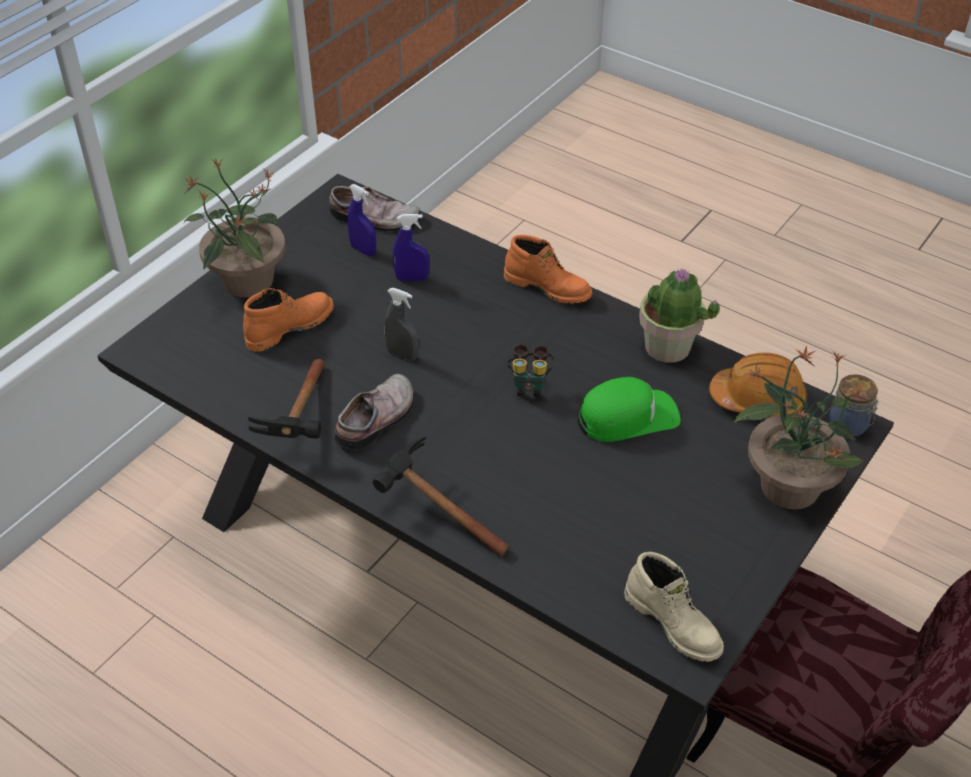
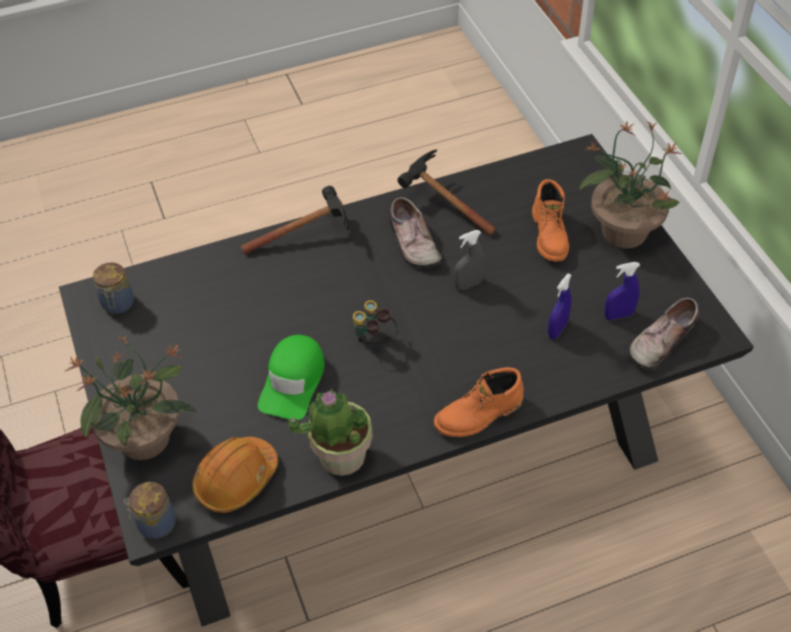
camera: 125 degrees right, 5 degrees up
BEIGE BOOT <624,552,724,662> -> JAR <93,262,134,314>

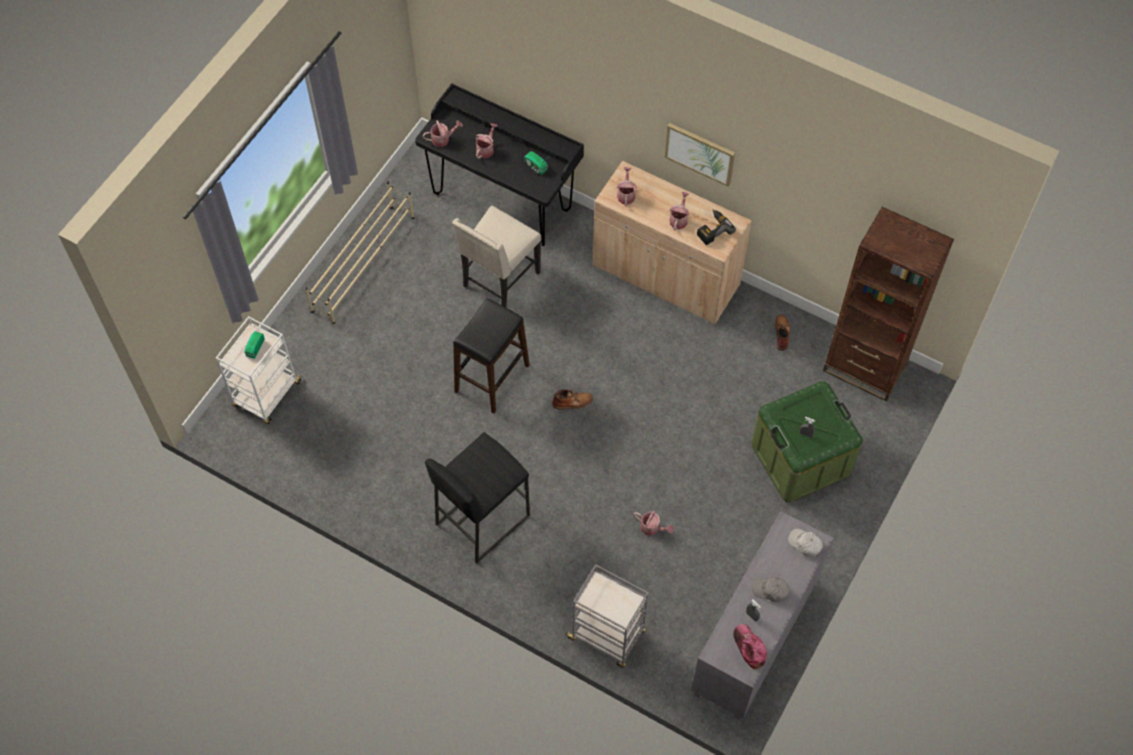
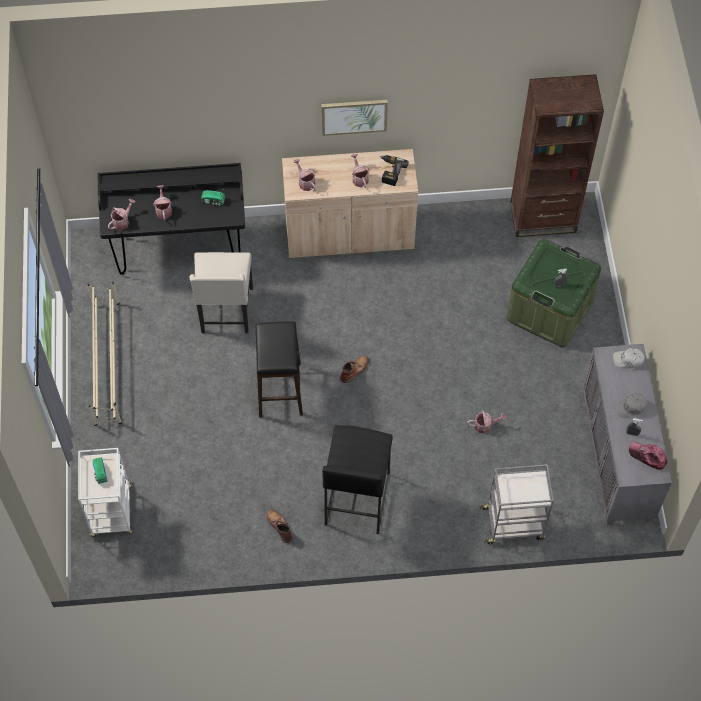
camera: 35 degrees left, 0 degrees up
BROWN BOOT <775,315,790,351> -> BROWN BOOT <266,509,292,543>, move

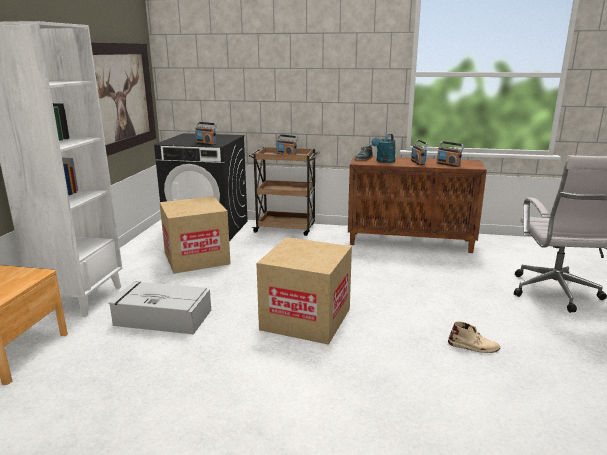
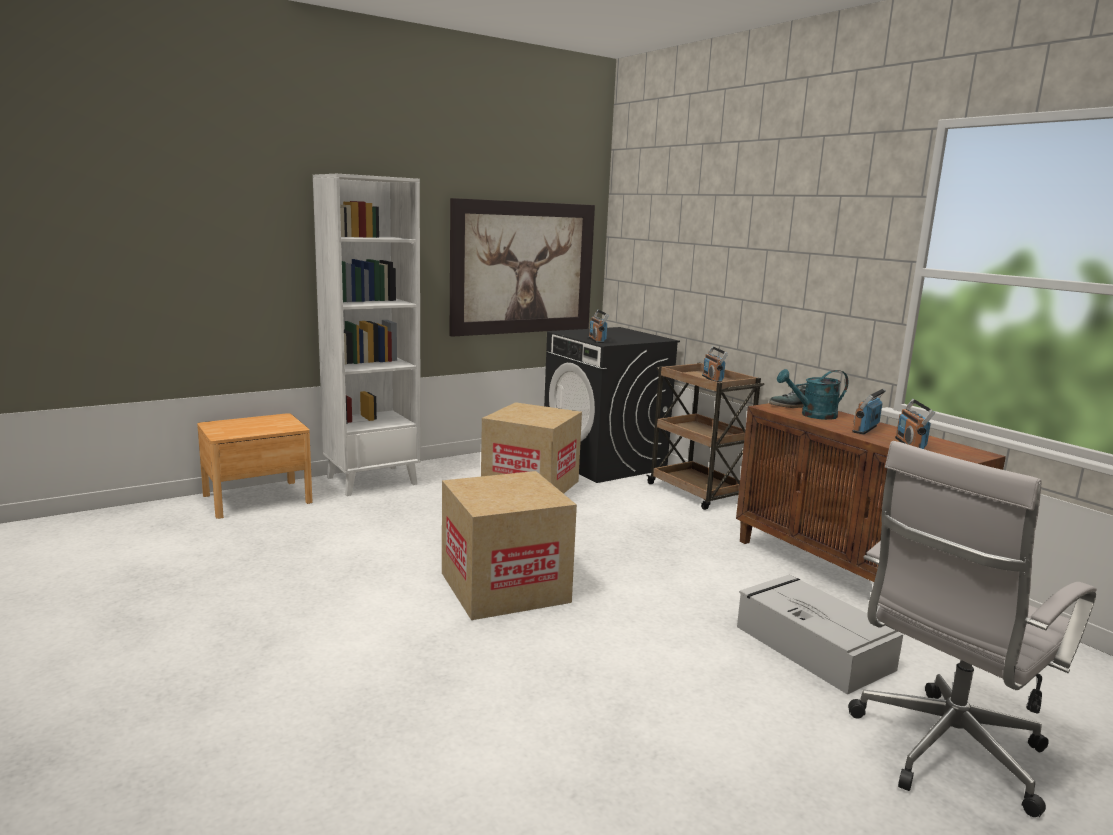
camera: 45 degrees right, 5 degrees down
GREY STORAGE BOX <109,281,211,334> -> GREY STORAGE BOX <737,575,903,695>, move
BEIGE BOOT <448,321,500,353> -> none

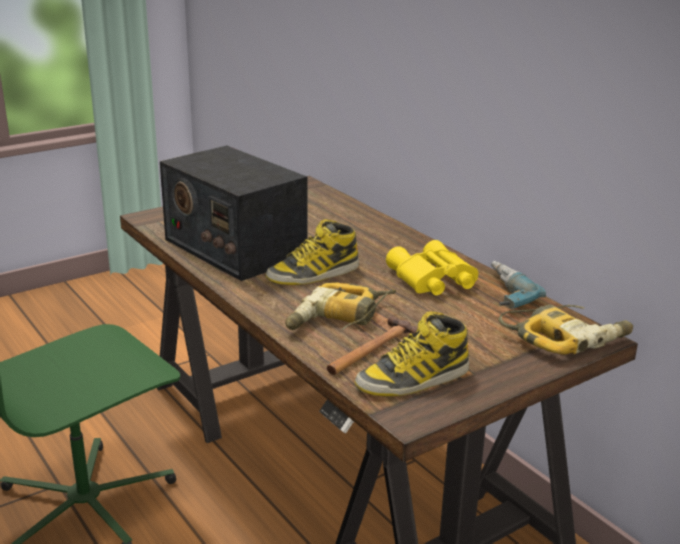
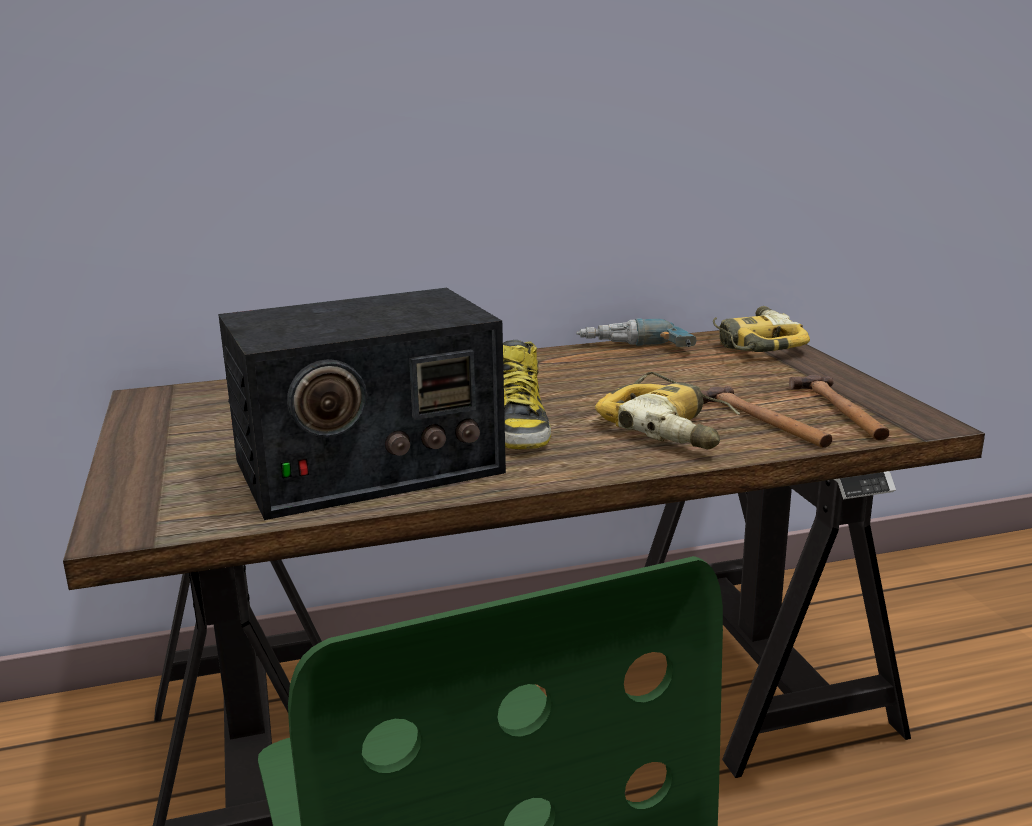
camera: 70 degrees left, 5 degrees down
BOOT <355,311,469,396> -> HAMMER <789,375,889,440>
YELLOW BINOCULARS <386,240,478,295> -> none

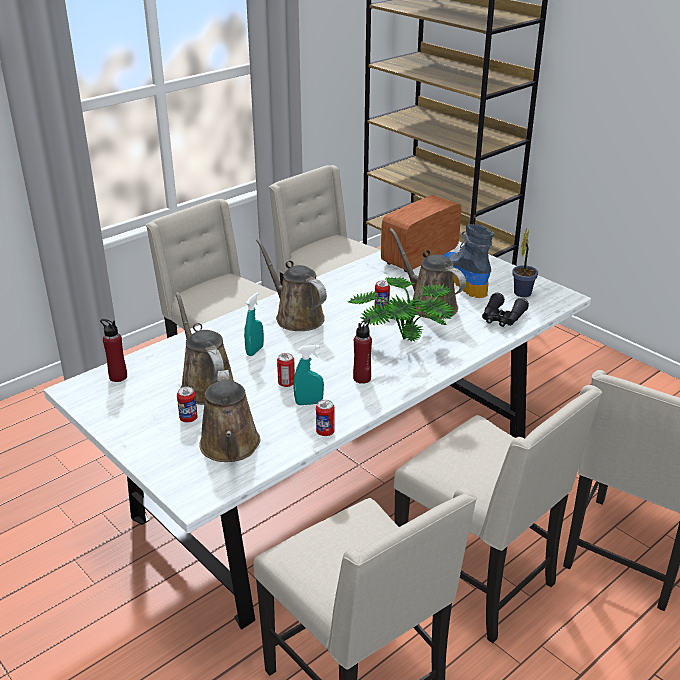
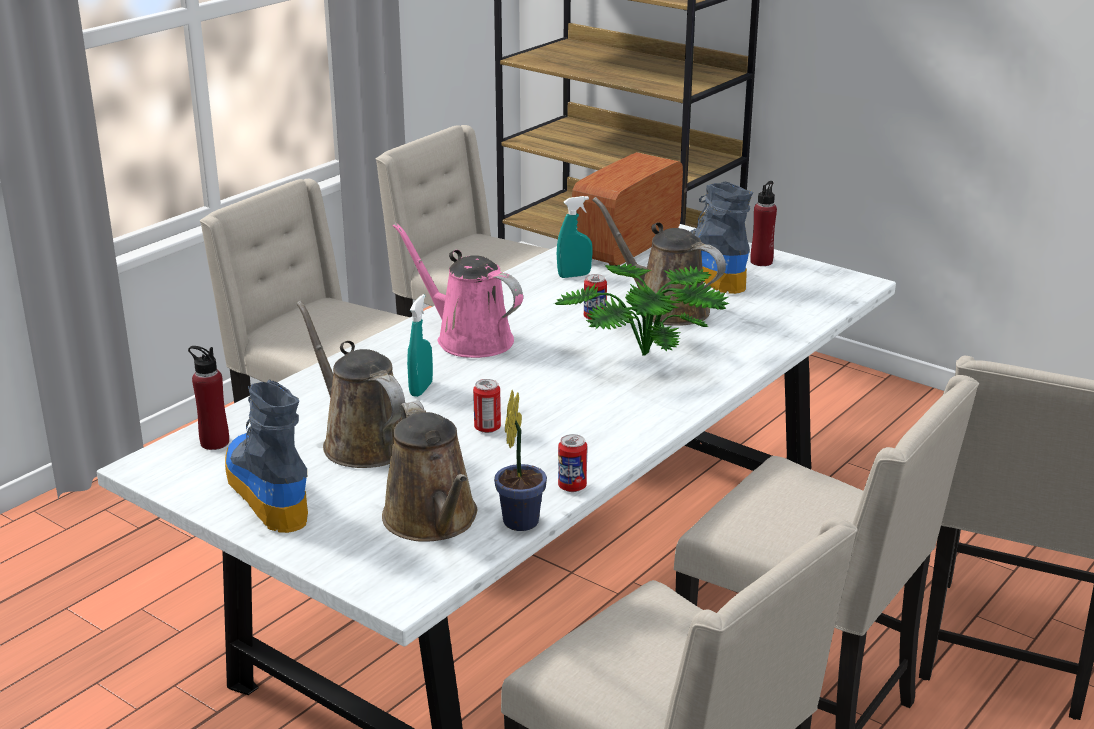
camera: 10 degrees left, 5 degrees down
none -> BOOT <225,379,308,533>
BROWN WATERING CAN <256,238,327,331> -> PINK WATERING CAN <393,223,523,358>
POTTED PLANT <512,228,538,297> -> POTTED PLANT <494,390,547,531>, move
TURQUOISE SPRAY BOTTLE <293,345,324,405> -> TURQUOISE SPRAY BOTTLE <557,196,592,278>, move
RED BOTTLE <353,319,372,384> -> RED BOTTLE <750,181,777,266>, move
CAN <177,387,198,423> -> none
BLACK BINOCULARS <482,293,529,327> -> none

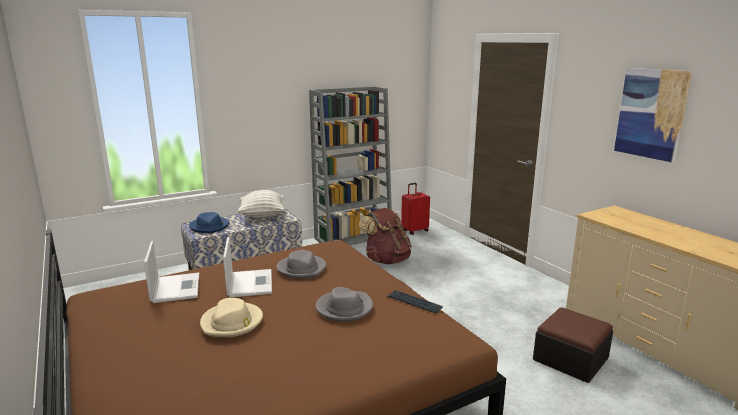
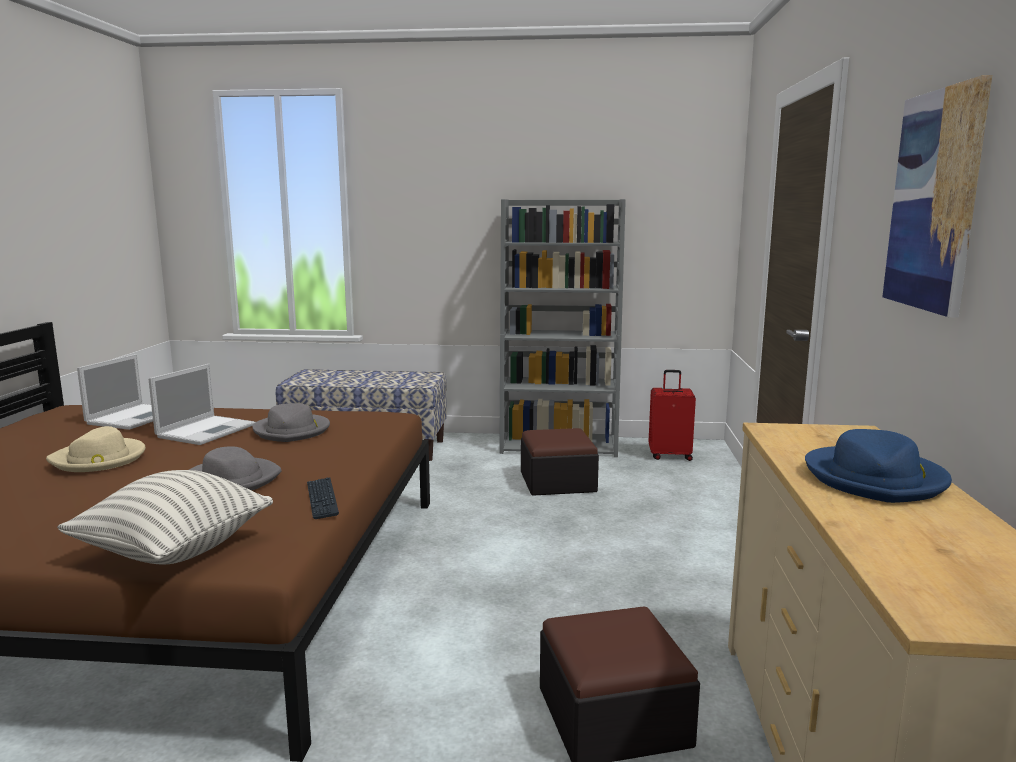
camera: 35 degrees right, 5 degrees down
PILLOW <238,190,284,218> -> PILLOW <57,470,273,565>, move
BROWN BACKPACK <359,208,412,264> -> OTTOMAN <521,428,599,496>
BLUE HAT <189,212,229,233> -> BLUE HAT <805,429,952,503>, move

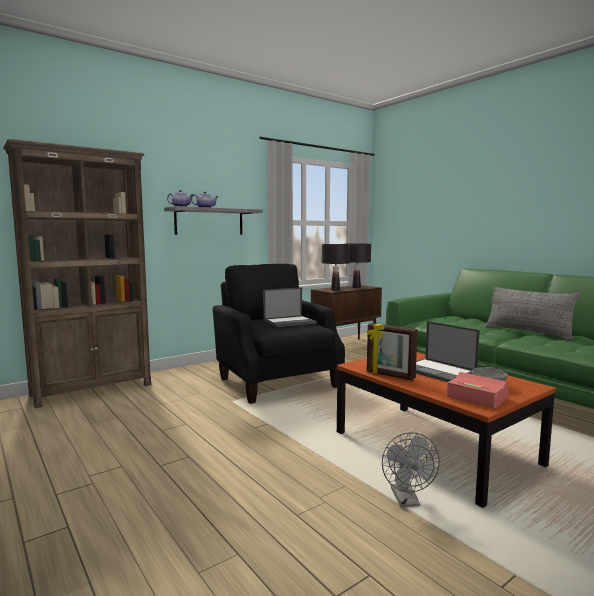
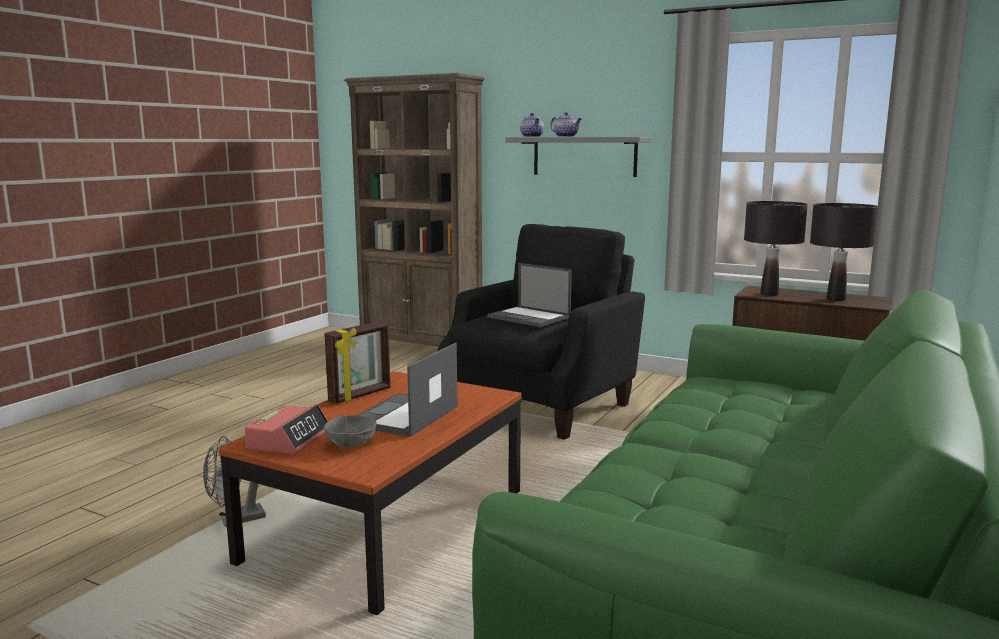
camera: 65 degrees right, 5 degrees up
PICTURE FRAME <367,323,417,380> -> PICTURE FRAME <324,321,391,404>, 150 degrees counterclockwise
GREY PILLOW <485,286,580,340> -> none

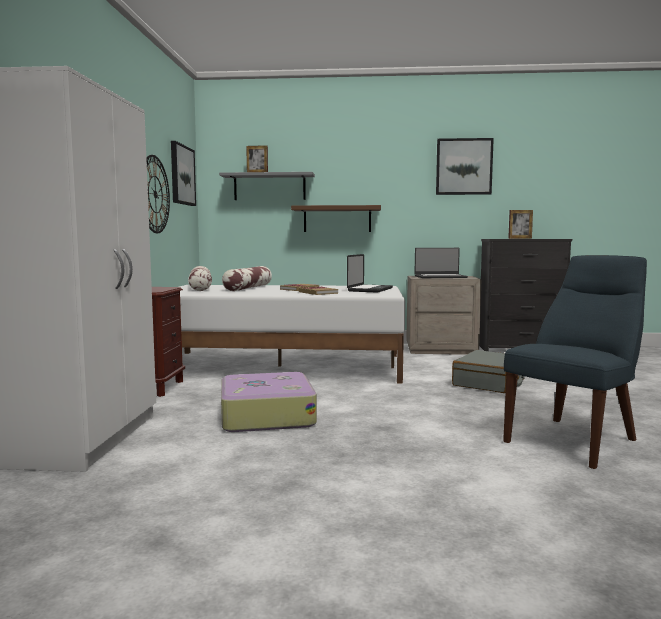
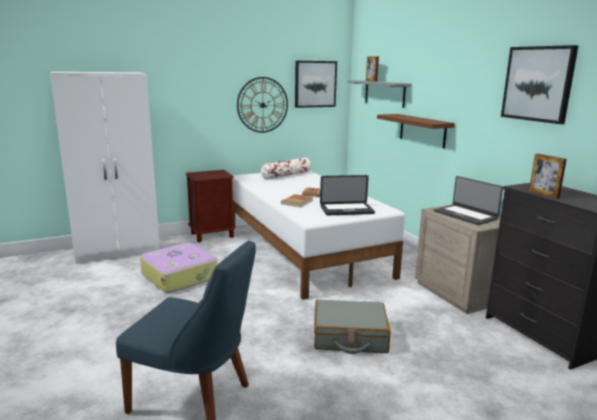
camera: 60 degrees right, 10 degrees up
PILLOW <222,266,272,291> -> none

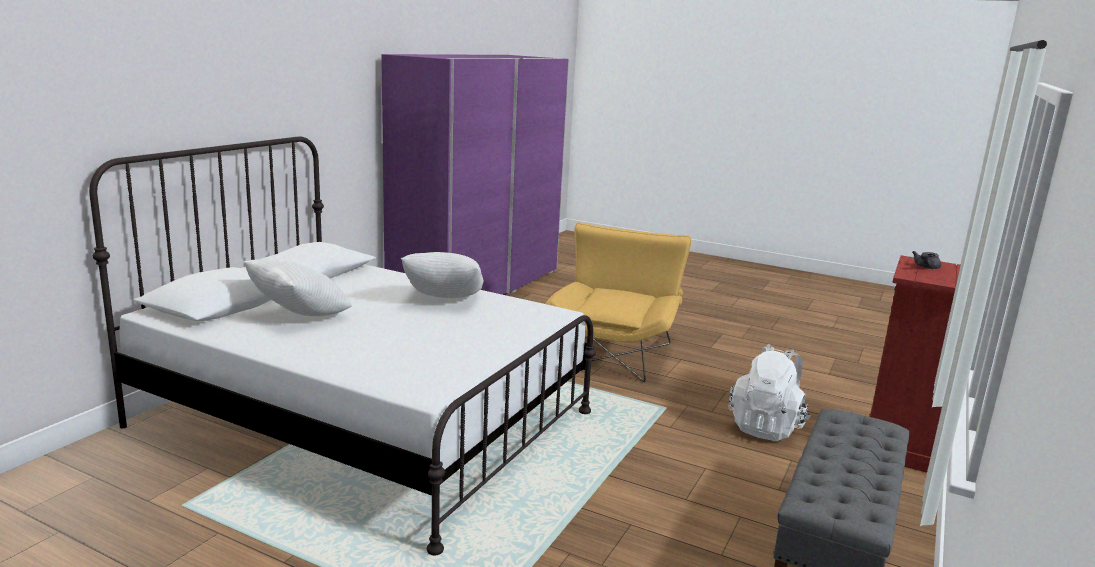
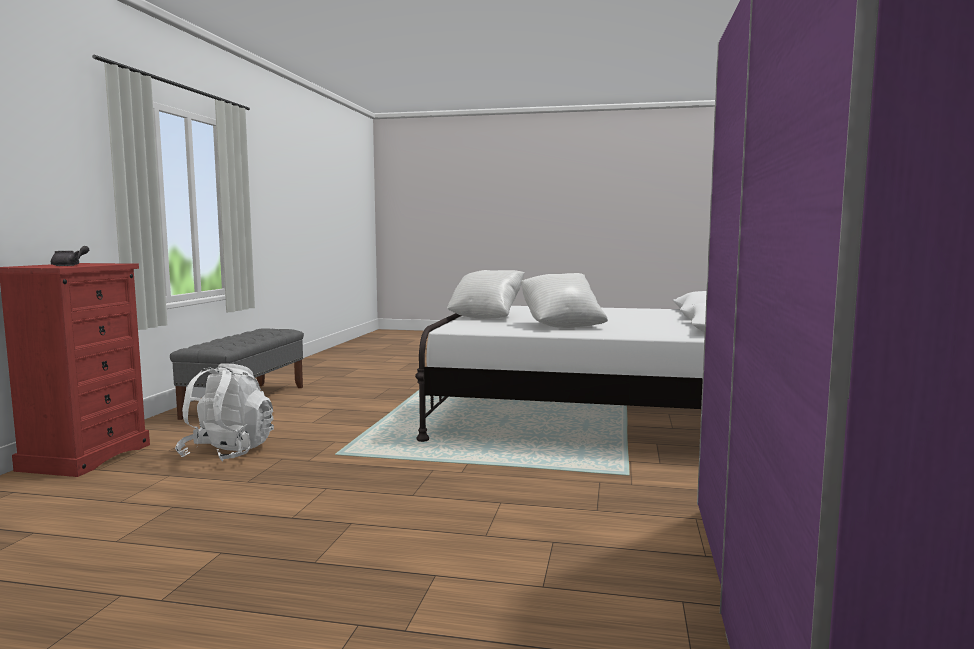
camera: 165 degrees right, 10 degrees down
WHITE PILLOW <244,259,352,316> -> WHITE PILLOW <447,270,525,319>, move
YELLOW ARMCHAIR <545,222,691,382> -> none

